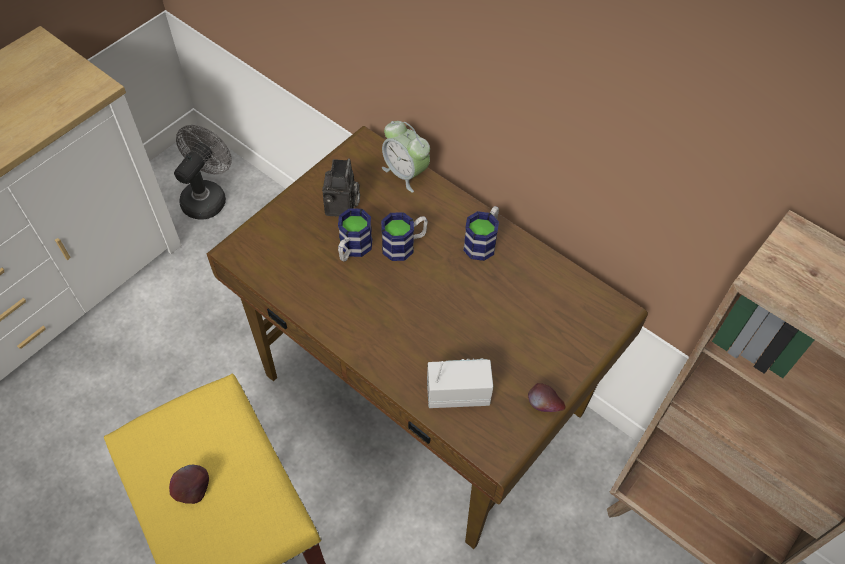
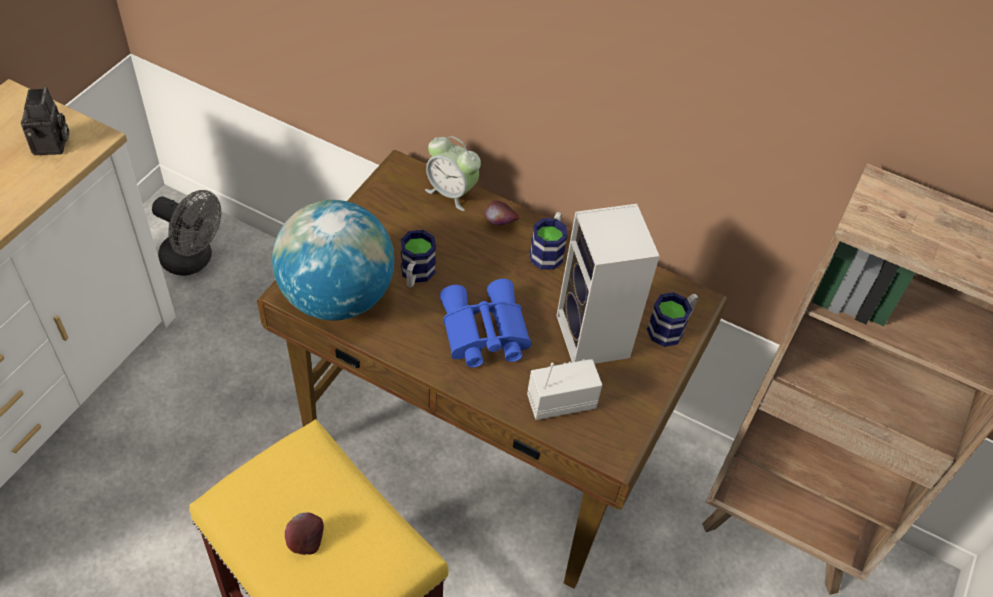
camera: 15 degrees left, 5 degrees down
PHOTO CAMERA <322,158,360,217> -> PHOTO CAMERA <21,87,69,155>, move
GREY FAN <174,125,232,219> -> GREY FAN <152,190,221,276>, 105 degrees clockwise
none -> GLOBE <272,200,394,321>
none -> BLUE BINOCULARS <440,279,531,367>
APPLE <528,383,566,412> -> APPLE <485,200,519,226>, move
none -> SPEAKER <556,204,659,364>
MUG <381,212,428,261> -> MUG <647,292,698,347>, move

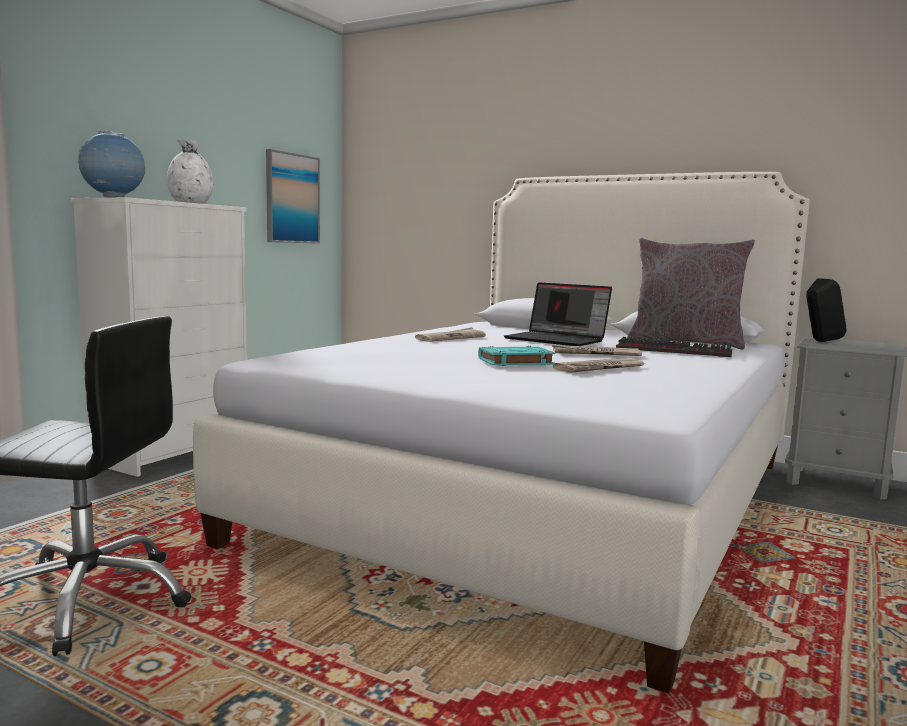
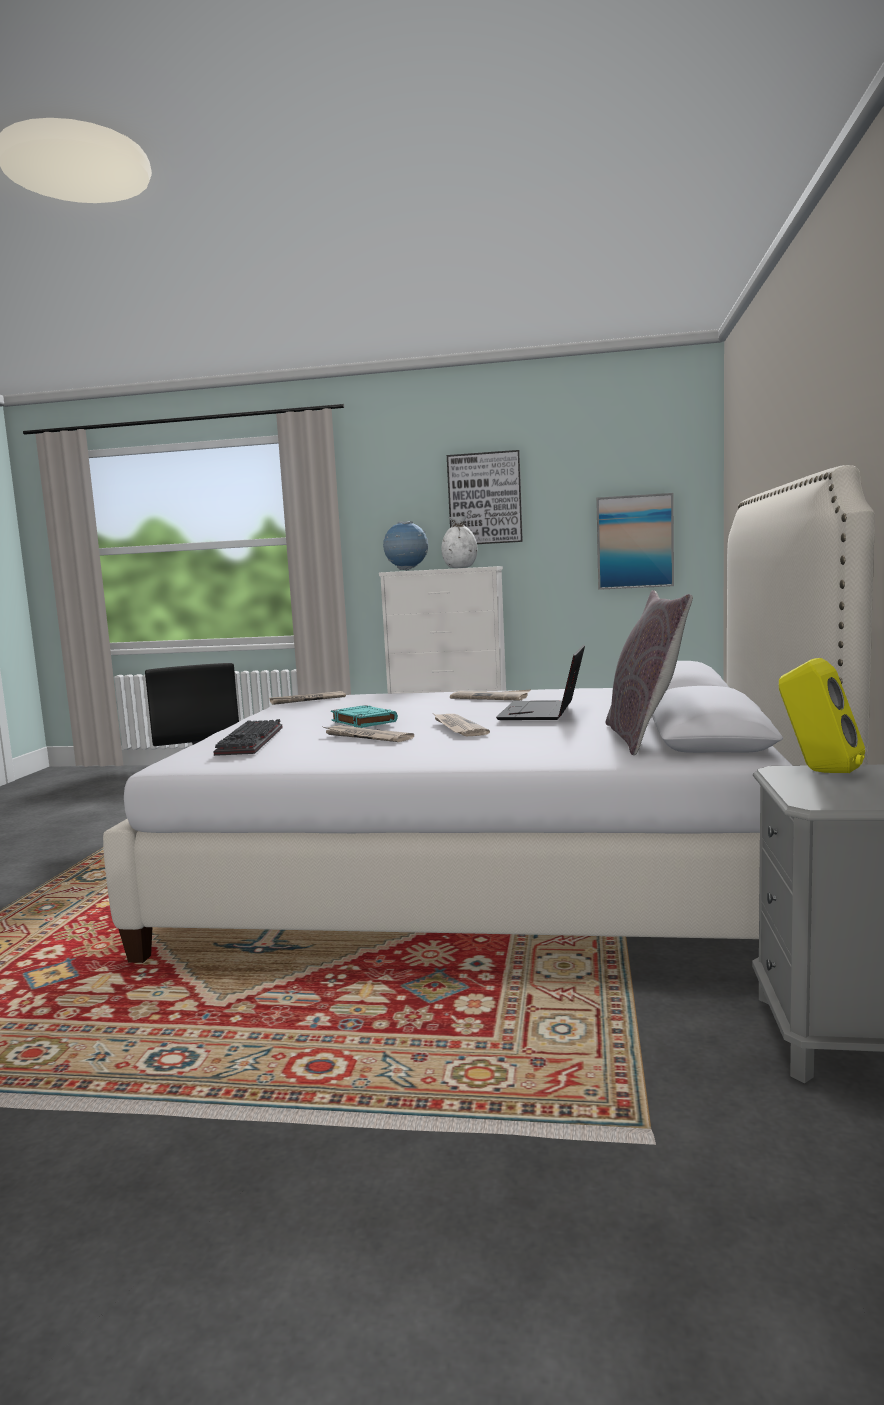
camera: 70 degrees right, 0 degrees up
KEYBOARD <616,337,732,357> -> KEYBOARD <213,719,282,756>, move
none -> NEWSPAPER <269,691,346,705>
none -> PICTURE <447,450,523,544>
BLACK SPEAKER <806,279,847,342> -> YELLOW SPEAKER <779,658,865,773>

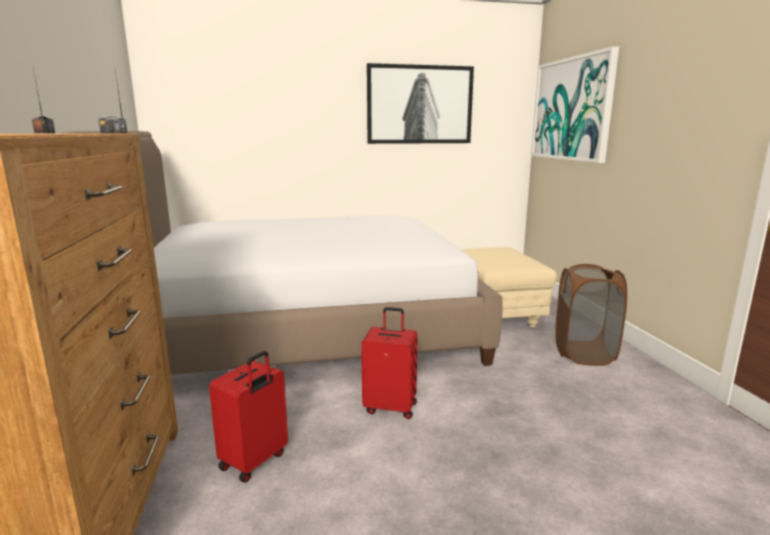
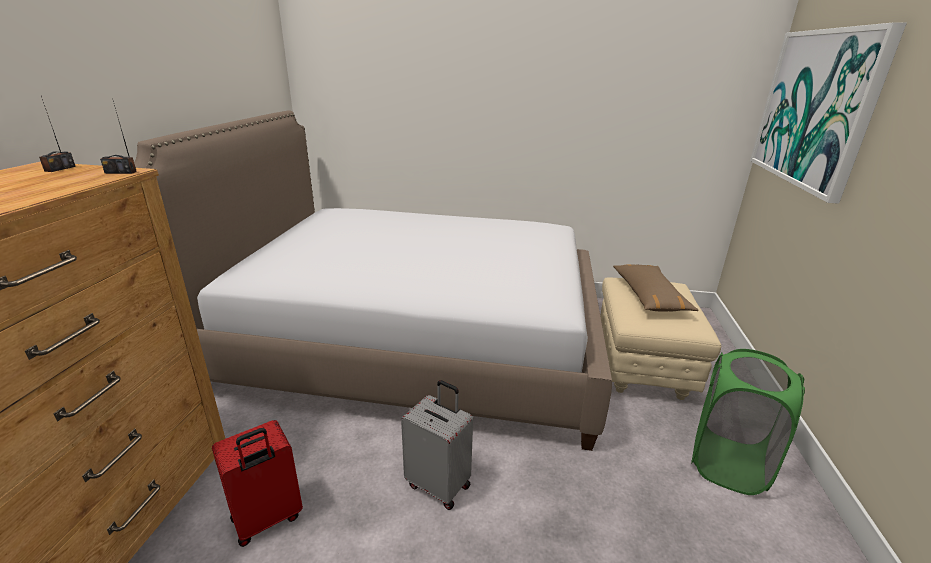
camera: 20 degrees right, 10 degrees up
RED SUITCASE <361,307,418,419> -> GREY SUITCASE <401,380,473,510>
none -> BROWN PILLOW <613,264,699,312>
BROWN LAUNDRY BASKET <555,264,627,366> -> GREEN LAUNDRY BASKET <691,349,805,495>
PICTURE <367,63,474,144> -> none

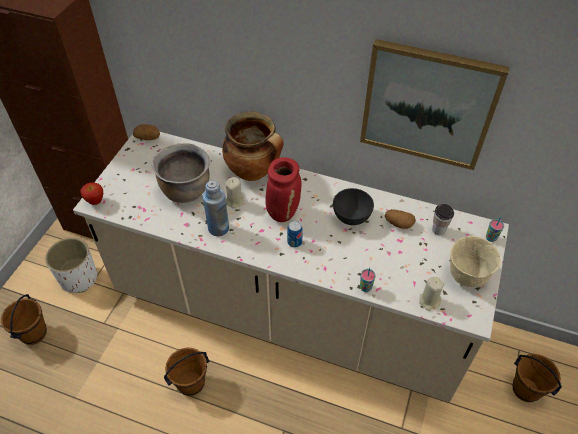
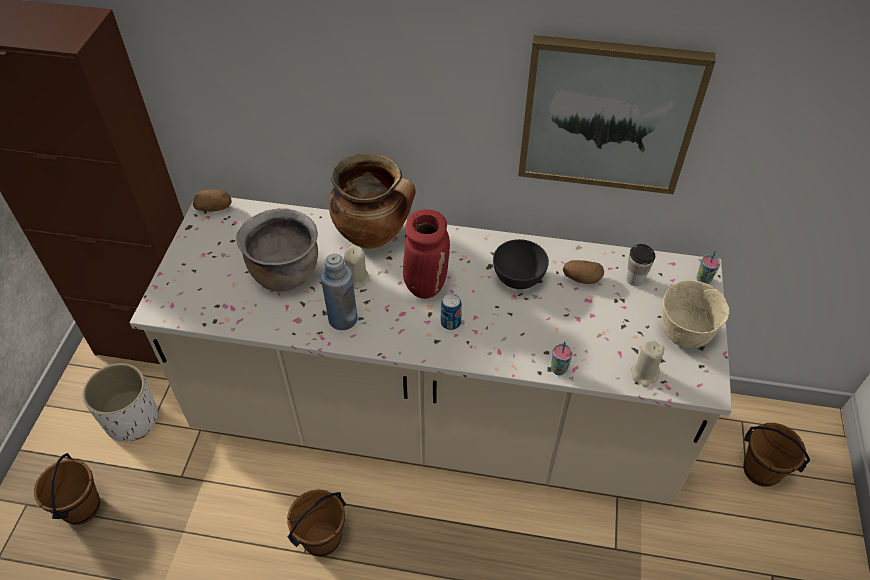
camera: 10 degrees left, 0 degrees up
APPLE <80,182,103,205> -> none

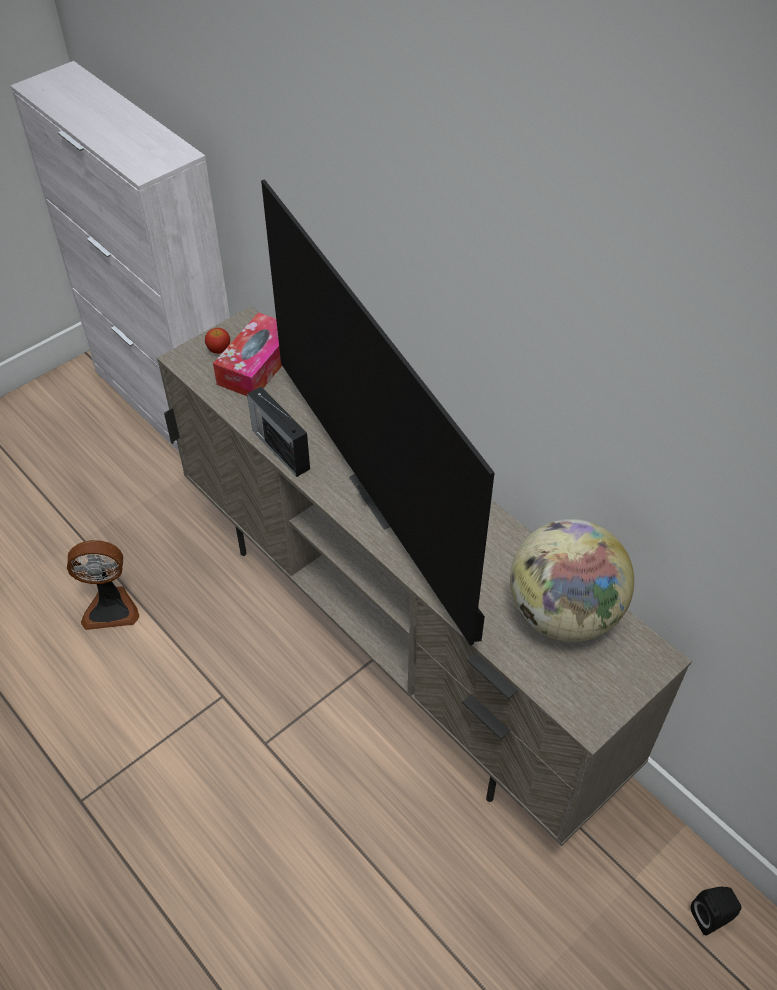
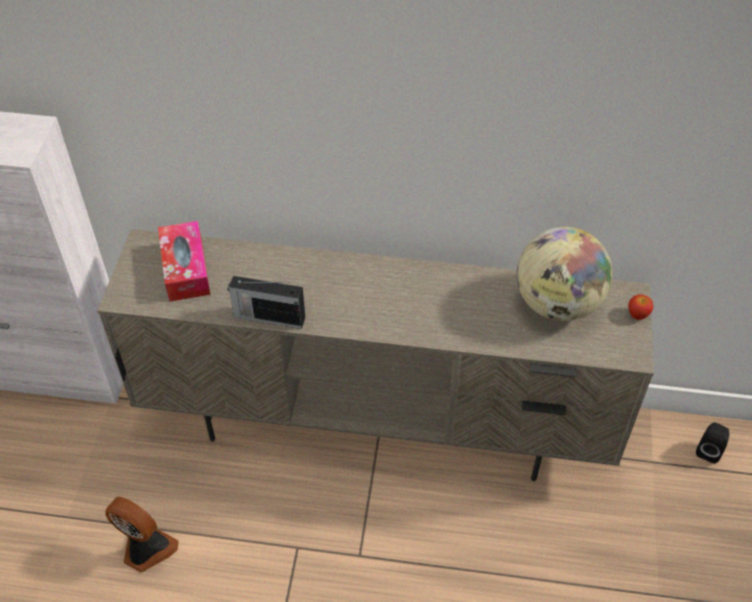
camera: 40 degrees left, 0 degrees up
FAN <67,540,139,630> -> FAN <105,497,179,572>, 105 degrees counterclockwise
APPLE <205,328,230,354> -> APPLE <628,294,653,320>, move
TELEVISION <261,179,495,646> -> none

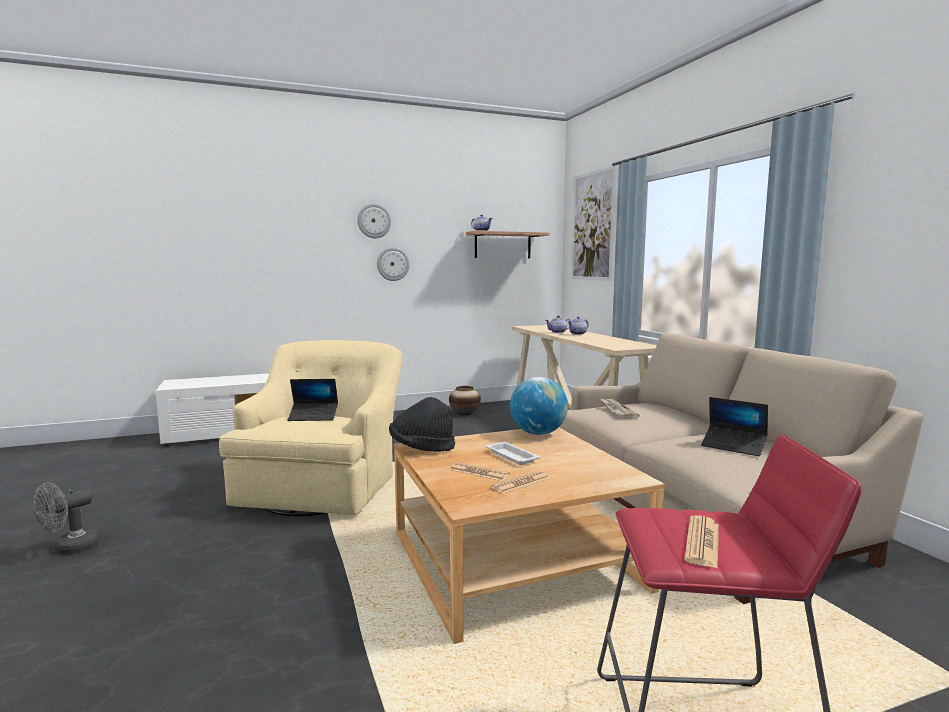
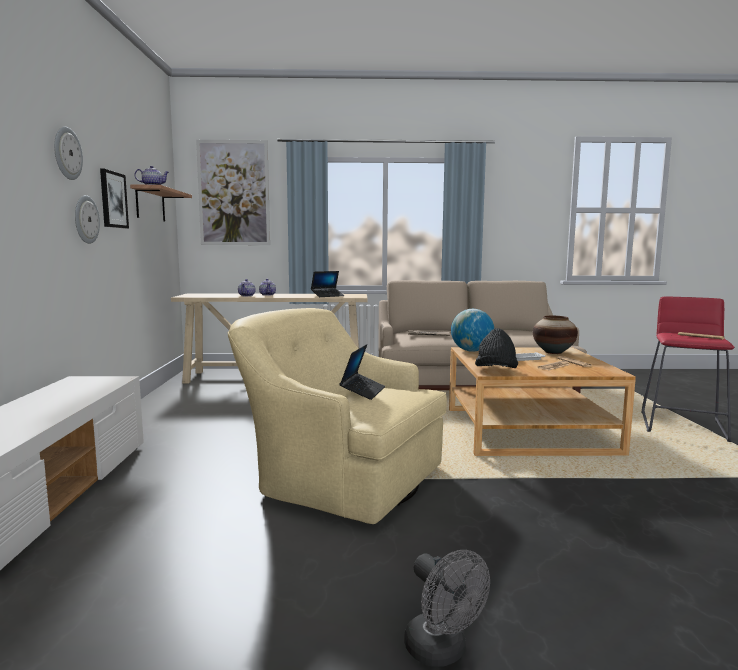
camera: 70 degrees left, 0 degrees up
none -> PICTURE <100,169,129,229>
LAPTOP <701,397,768,456> -> LAPTOP <311,271,344,297>, move
VASE <449,386,481,416> -> VASE <533,316,578,354>, move

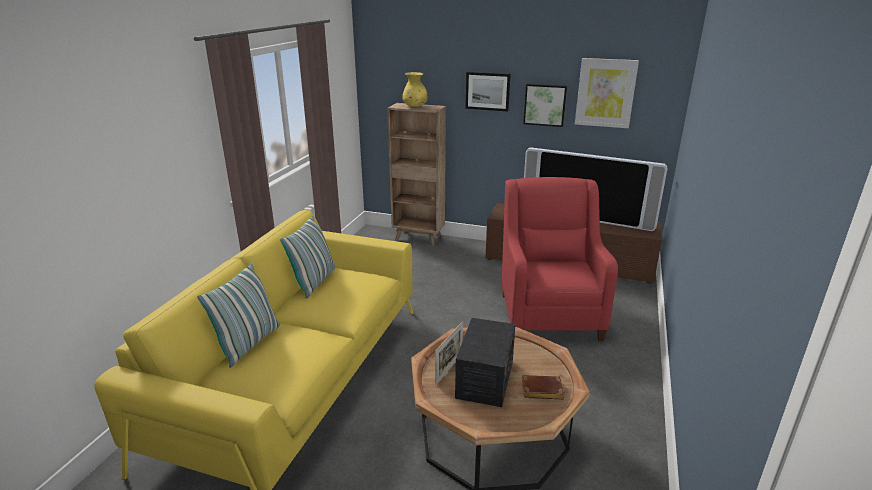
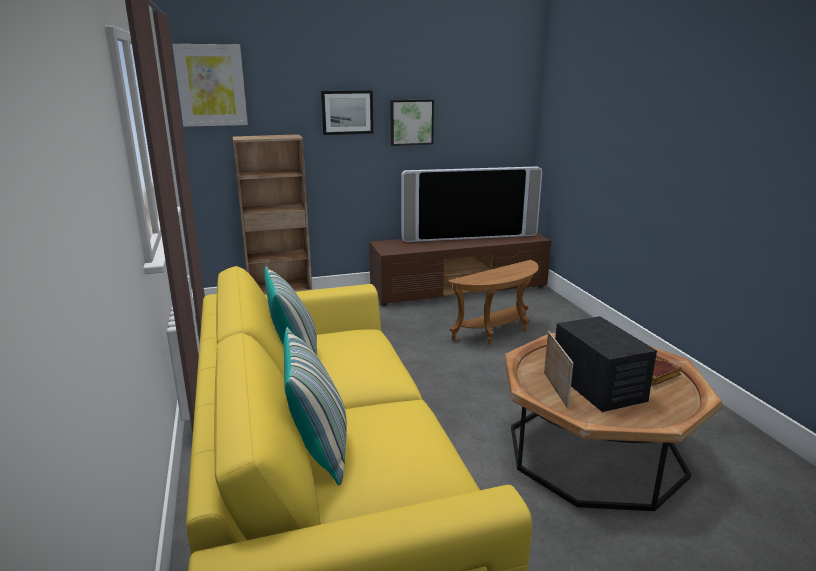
camera: 35 degrees left, 5 degrees down
PICTURE <575,58,639,128> -> PICTURE <172,44,248,127>, move
RED ARMCHAIR <502,177,618,341> -> BROWN SIDE TABLE <448,260,539,345>
YELLOW VASE <402,72,428,107> -> none

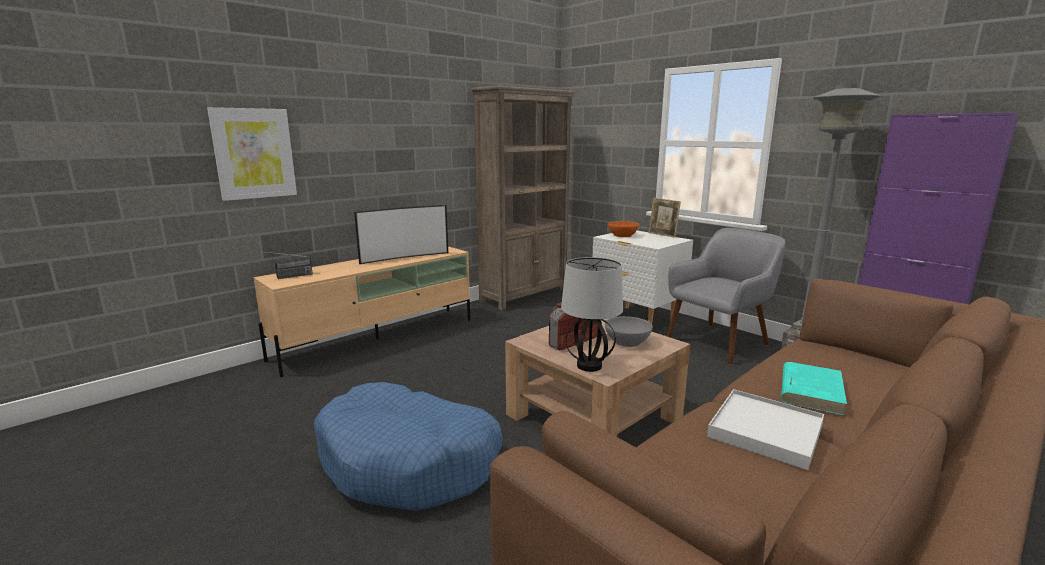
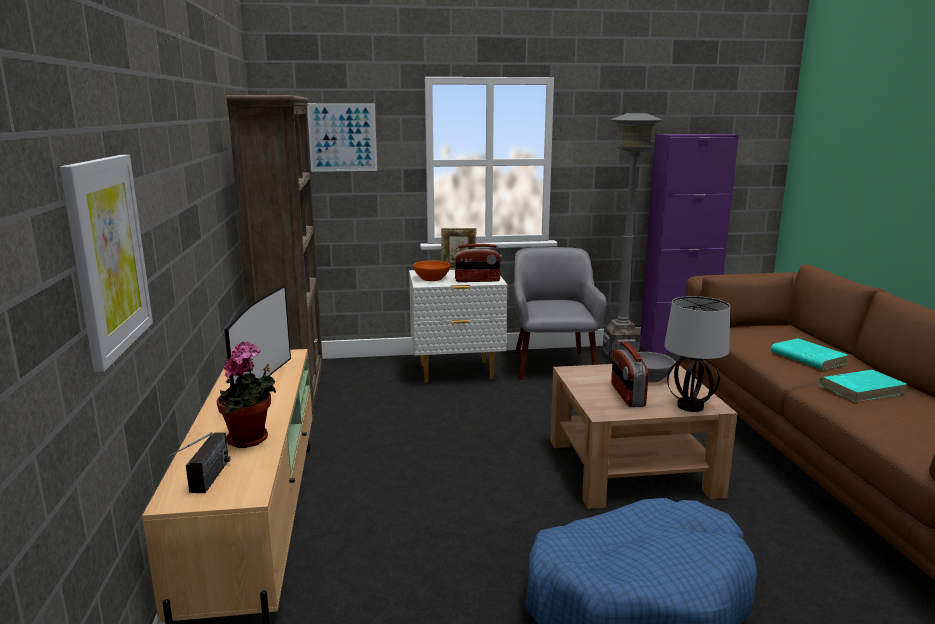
camera: 55 degrees left, 0 degrees up
none -> POTTED PLANT <216,341,276,448>
none -> PICTURE <307,103,377,172>
none -> RADIO <453,244,502,282>
WHITE TRAY <707,389,824,470> -> TURQUOISE BOOK <819,370,908,402>

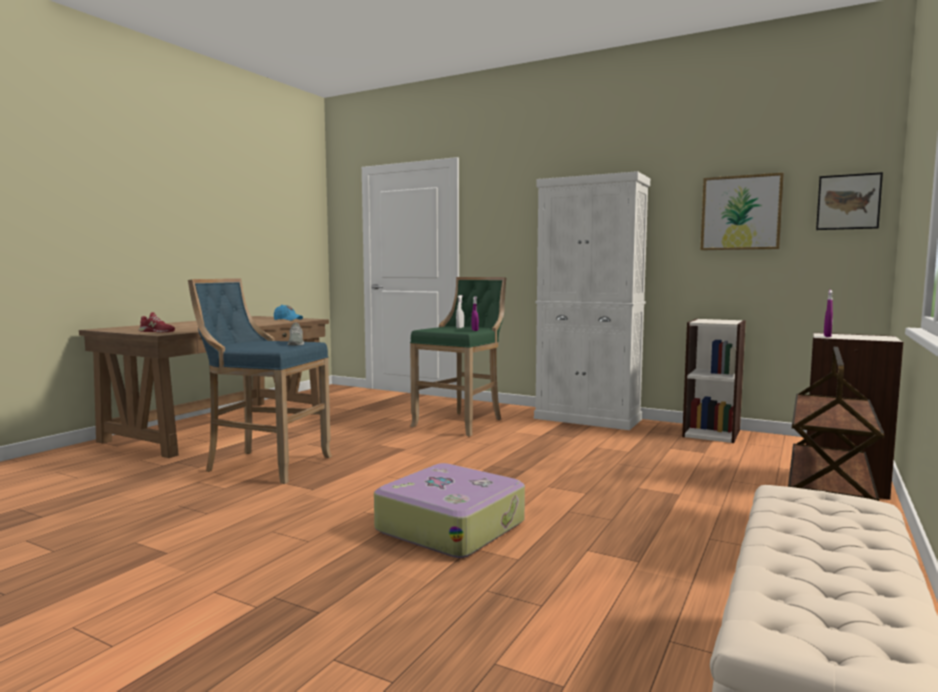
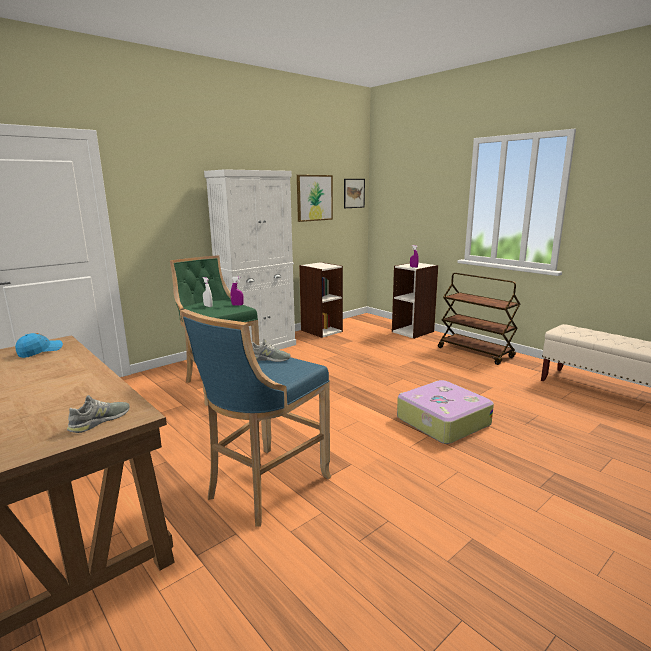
camera: 70 degrees left, 10 degrees up
RED SHOE <139,312,175,333> -> GREY SHOE <67,395,130,433>

